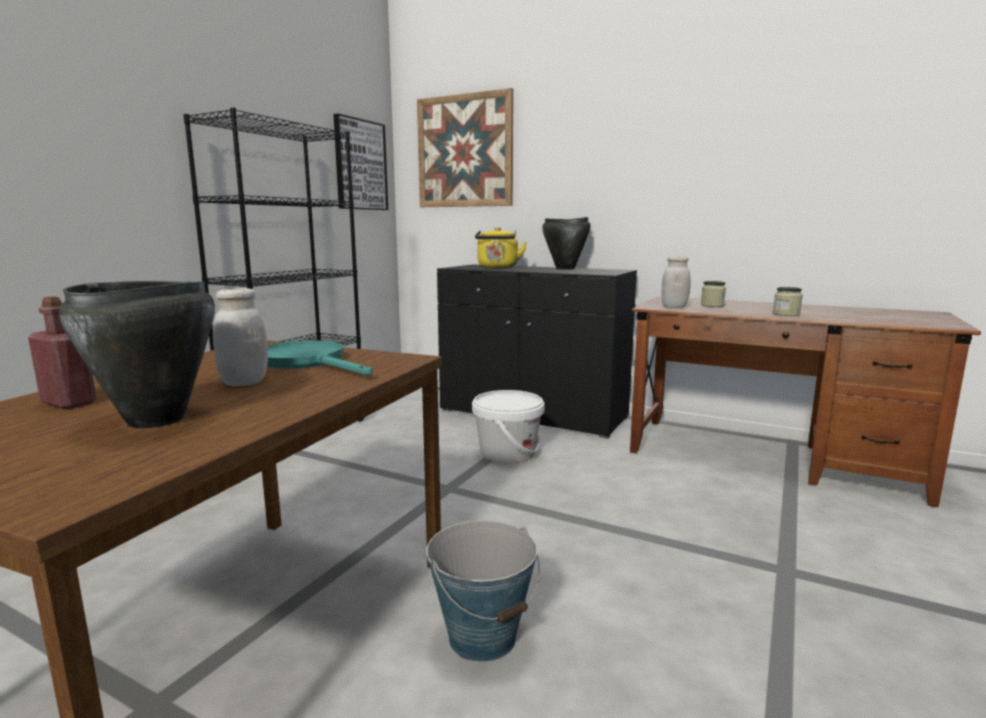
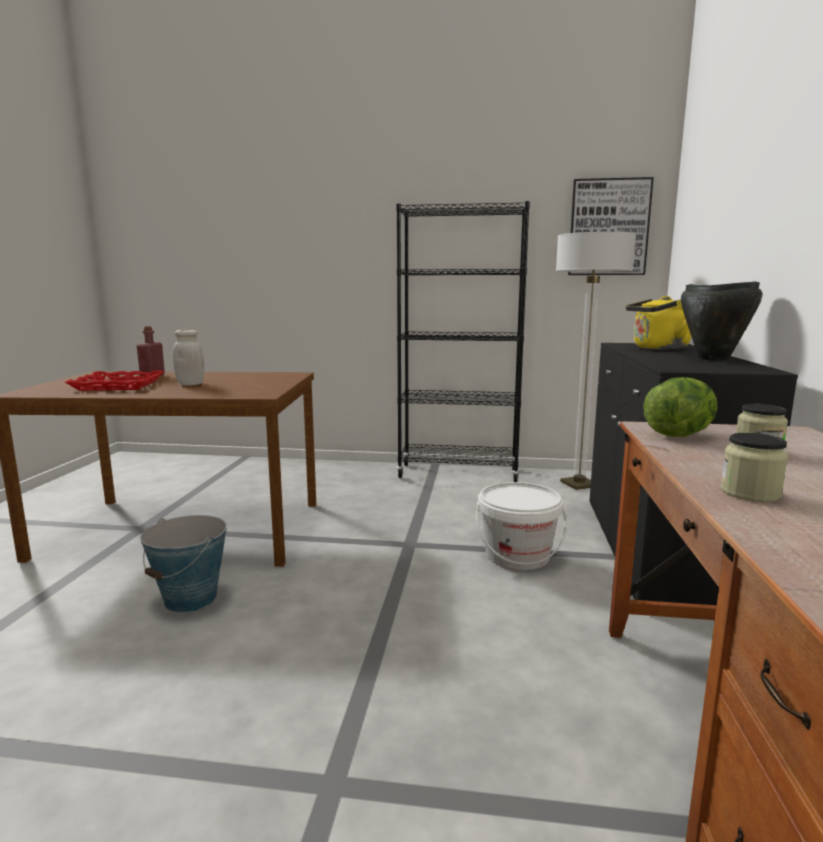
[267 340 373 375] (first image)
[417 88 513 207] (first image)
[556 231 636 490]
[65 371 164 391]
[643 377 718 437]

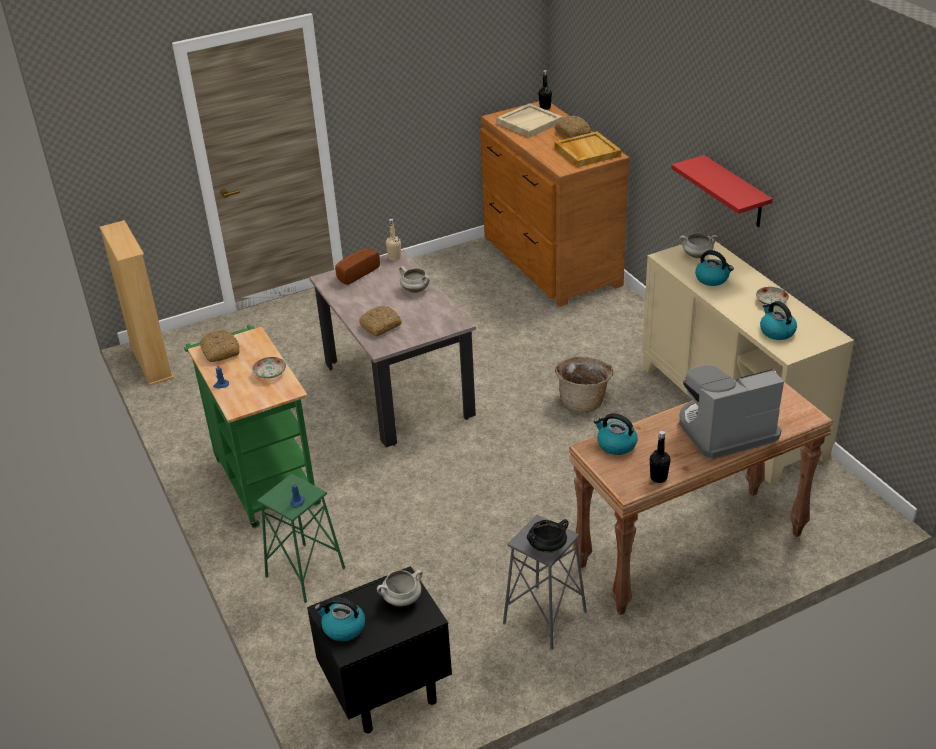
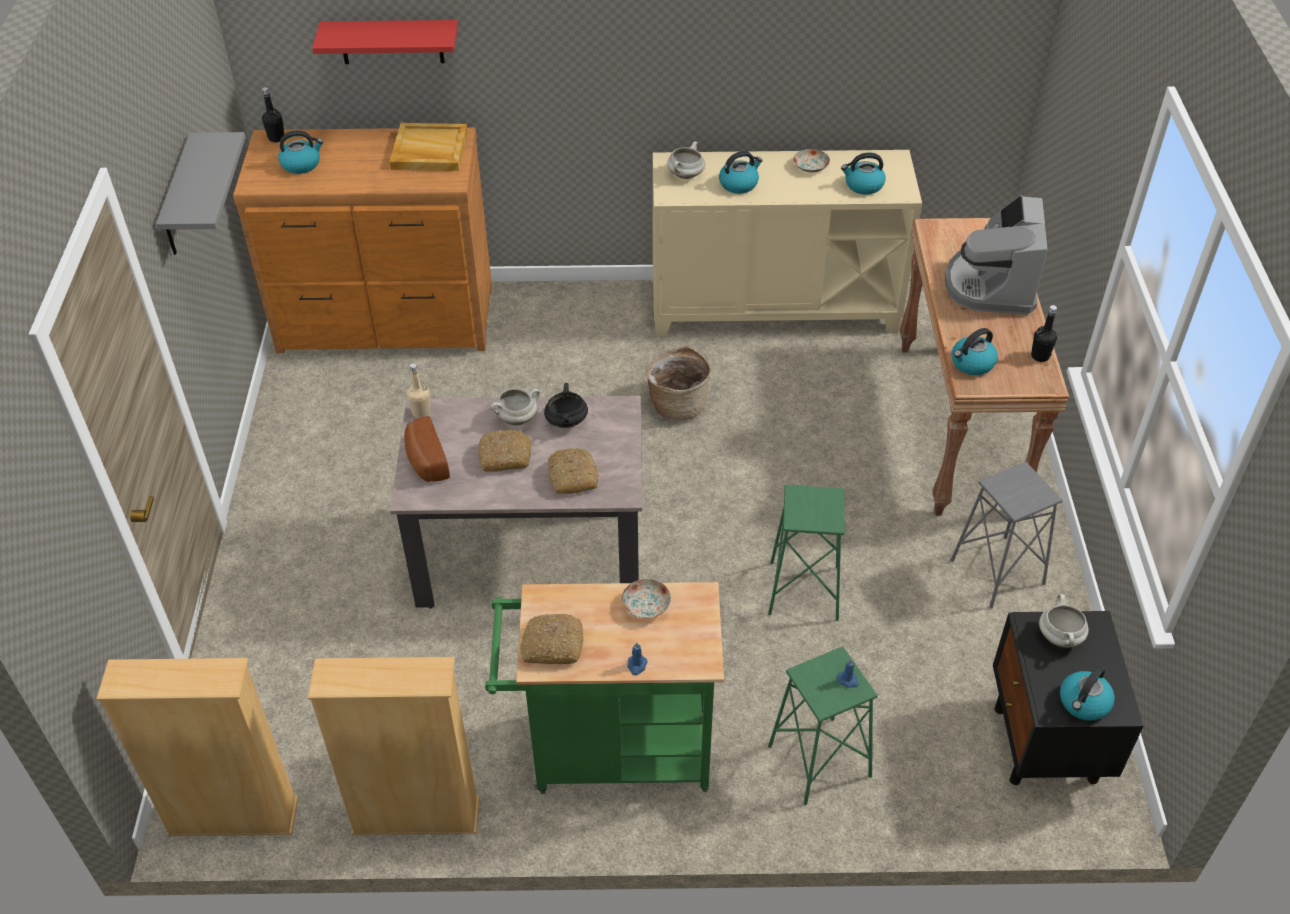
[156 132 246 255]
[308 657 479 835]
[768 485 845 621]
[544 383 588 428]
[478 430 532 472]
[312 20 458 64]
[278 130 323 174]

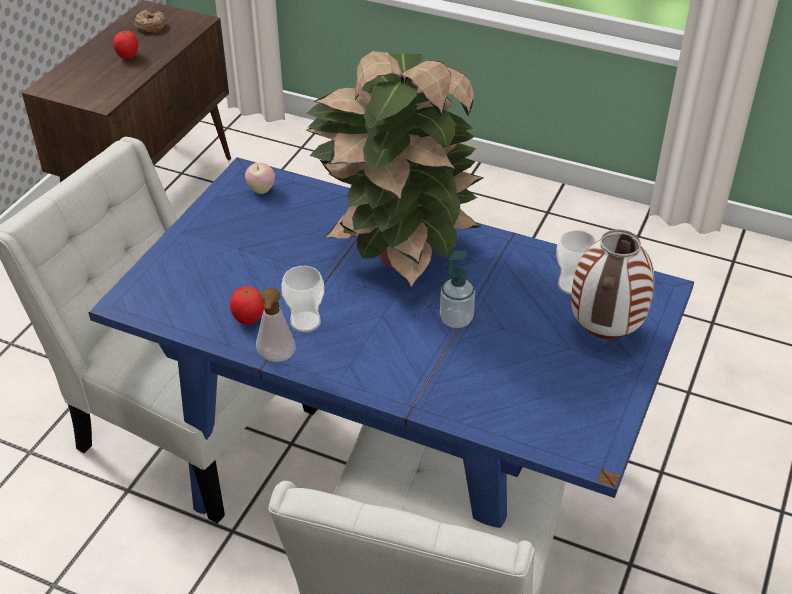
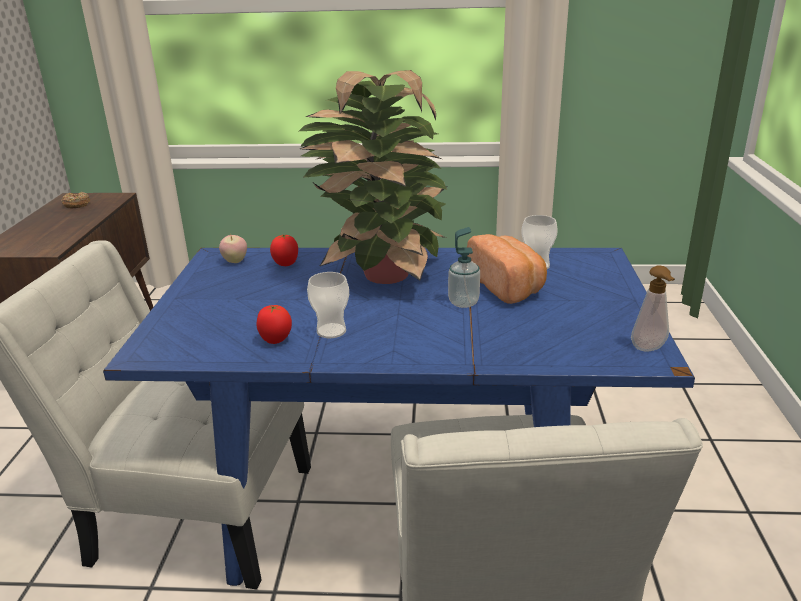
[571 230 654 339] (first image)
[467 234 547 304]
[270 234 298 266]
[631 266 675 351]

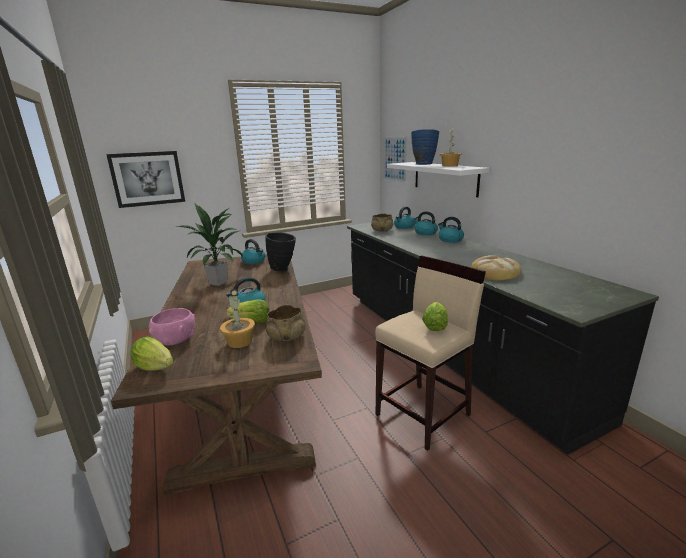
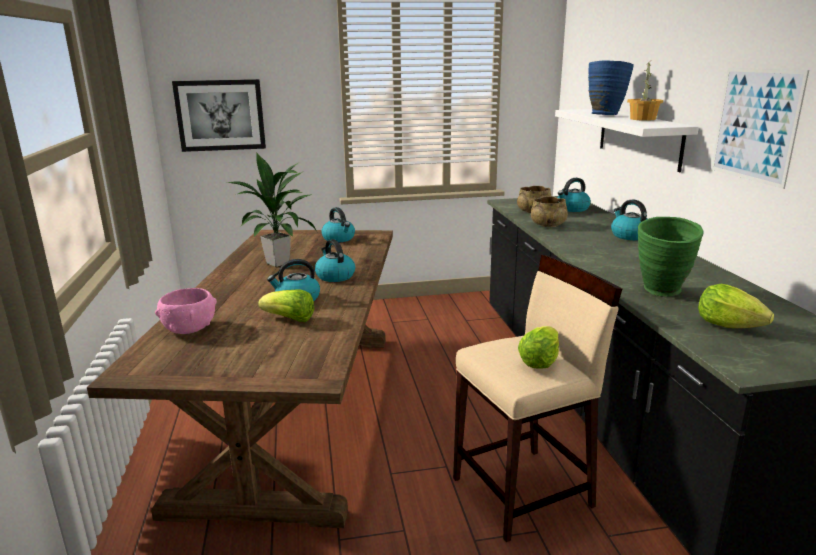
[220 289 255 348] (first image)
[265 232 296 272] (first image)
[698 284 774 328]
[531 196 568 227]
[711 68 809 189]
[315 239 355 282]
[638 217 703 297]

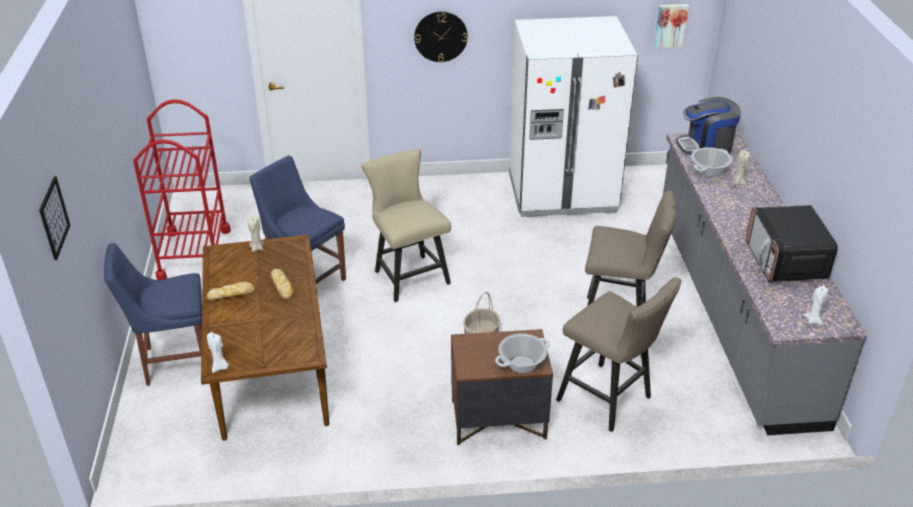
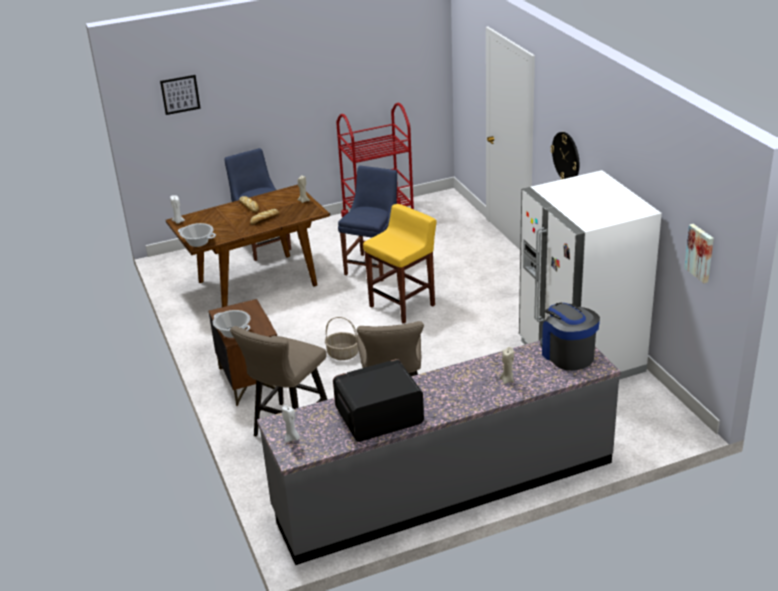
[178 223 216 247]
[363 204 437 324]

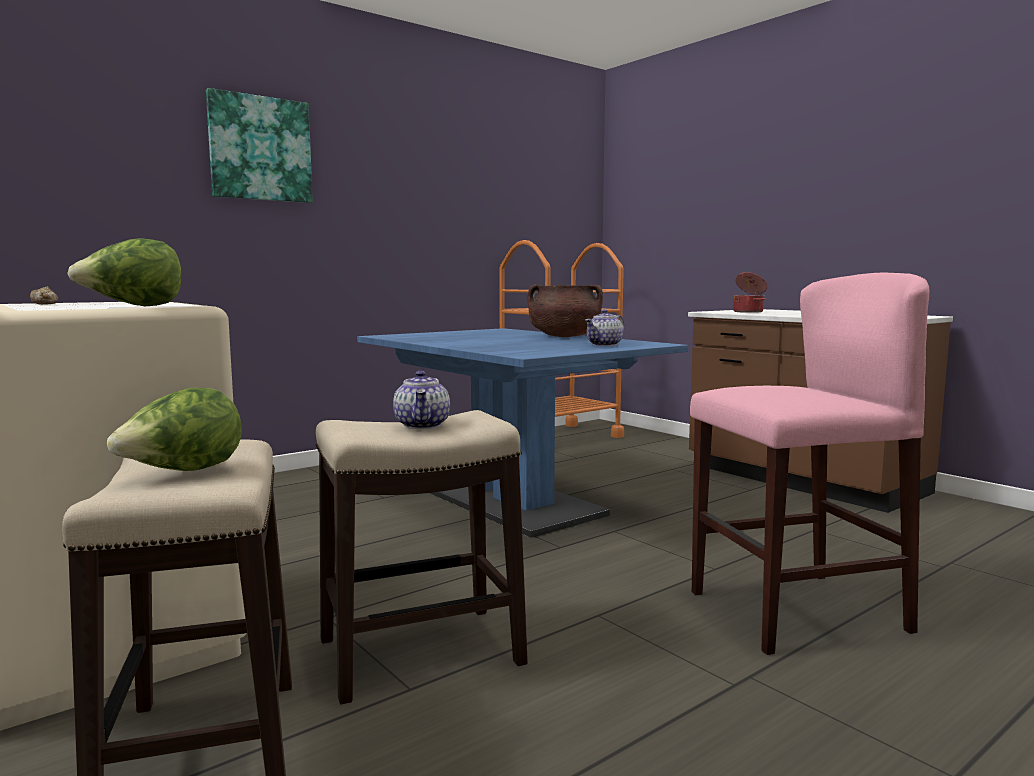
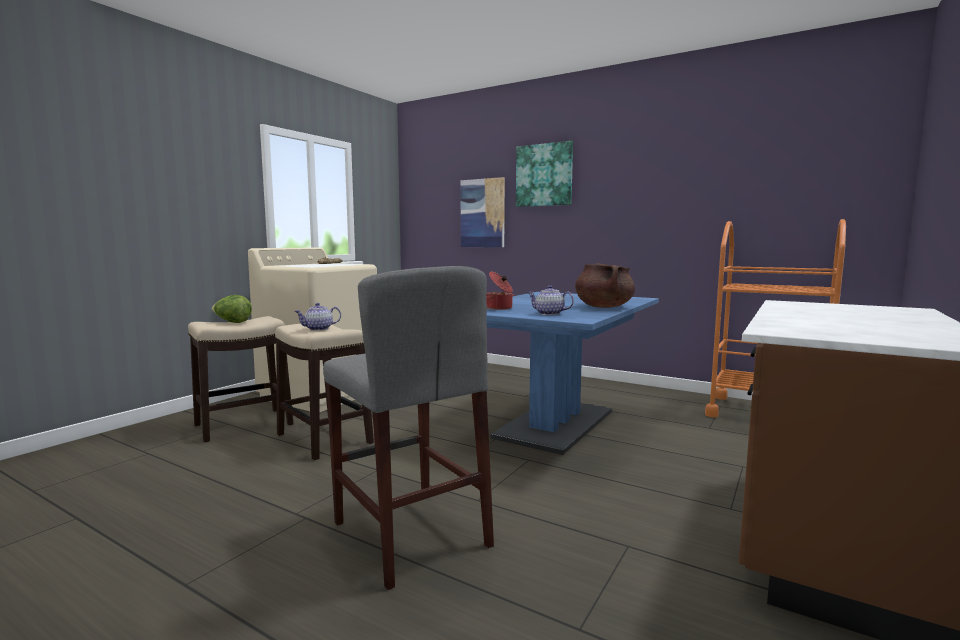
[67 238 182 306] (first image)
[460 177 505 247]
[486 272 515 310]
[323 266 494 590]

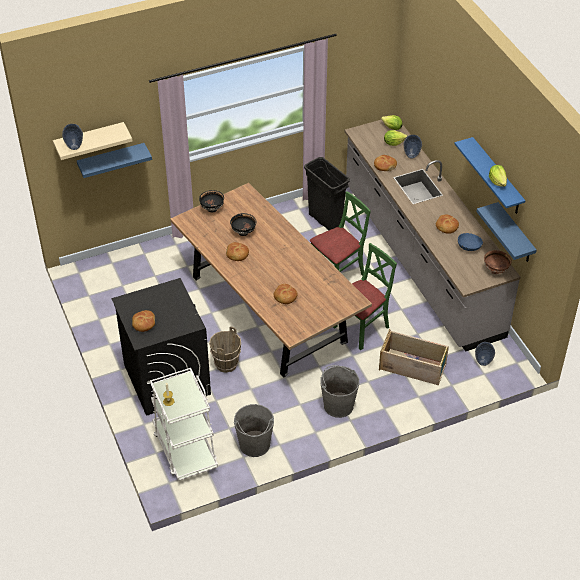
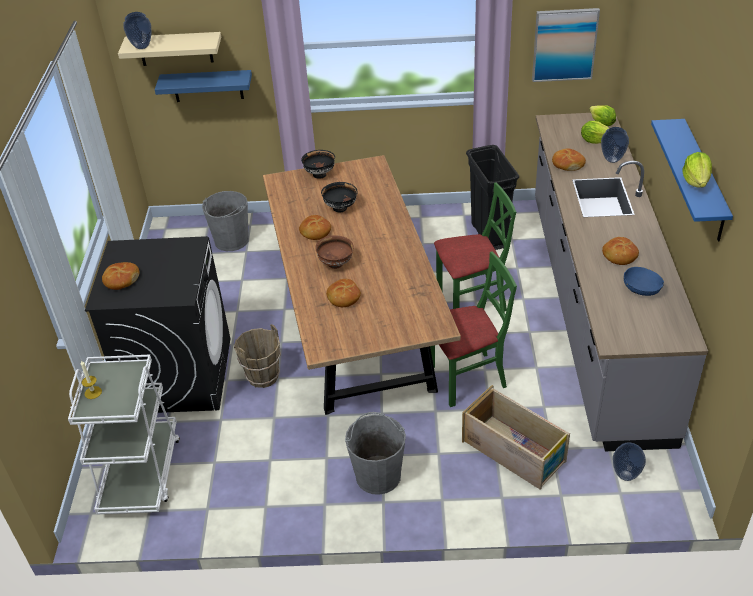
[477 202 537 262] (first image)
[532 8 600 82]
[202 191 249 251]
[315 235 354 269]

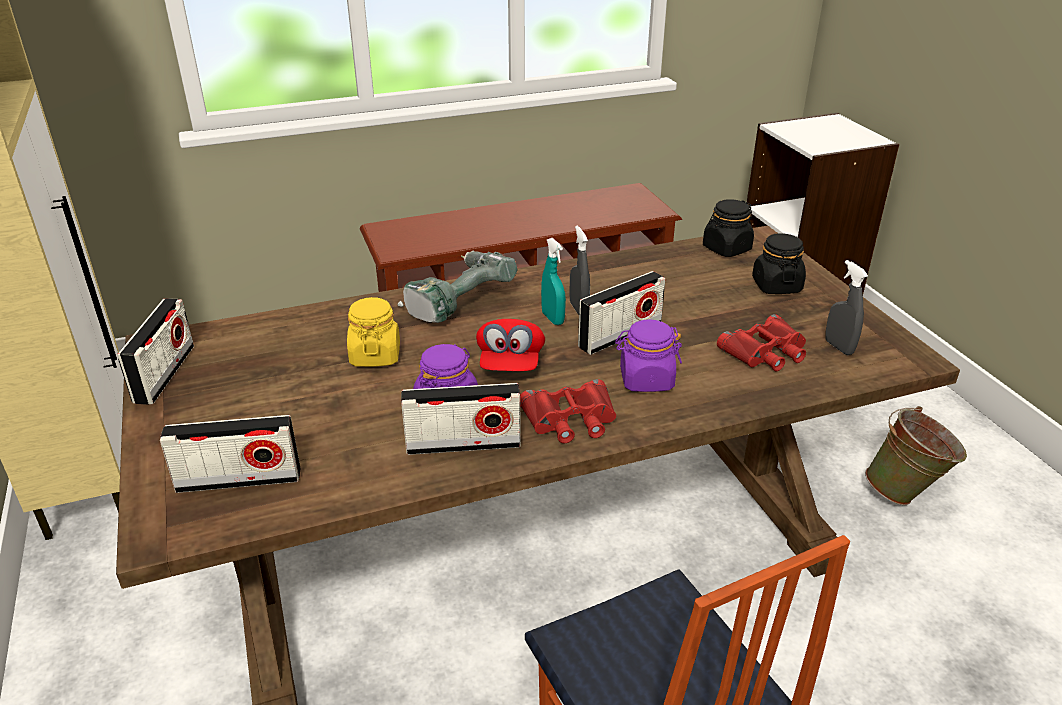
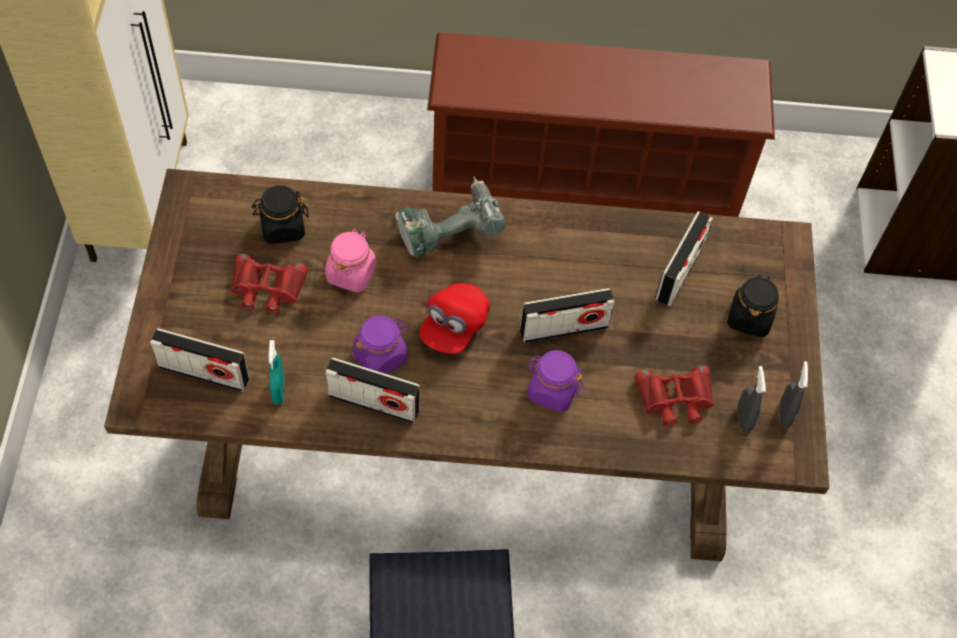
[865 406 967 505] (first image)
[655 211 713 306]
[230 254 308 314]
[268 340 284 405]
[780 361 808 428]
[252 185 309 244]
[325 229 376 293]

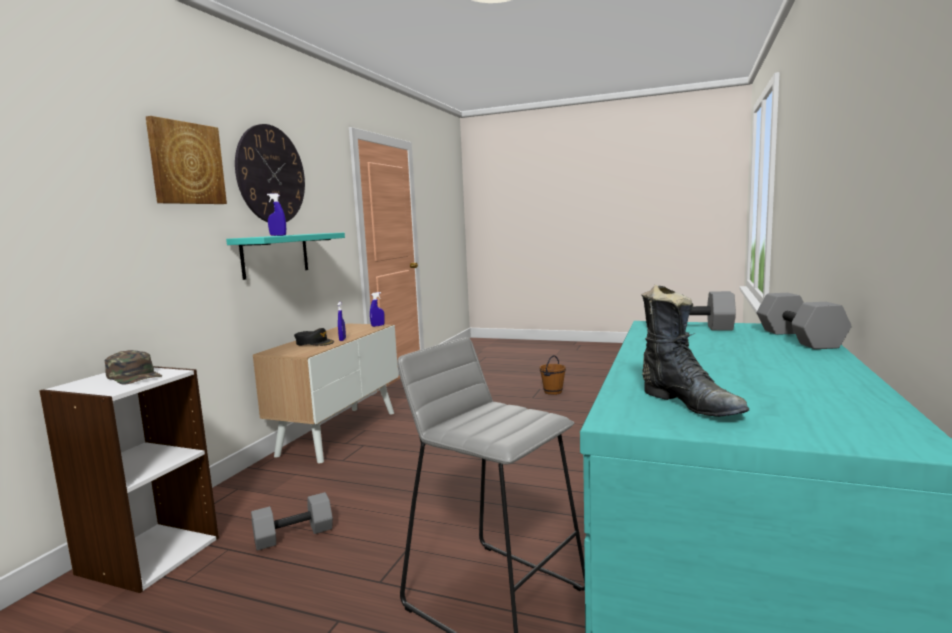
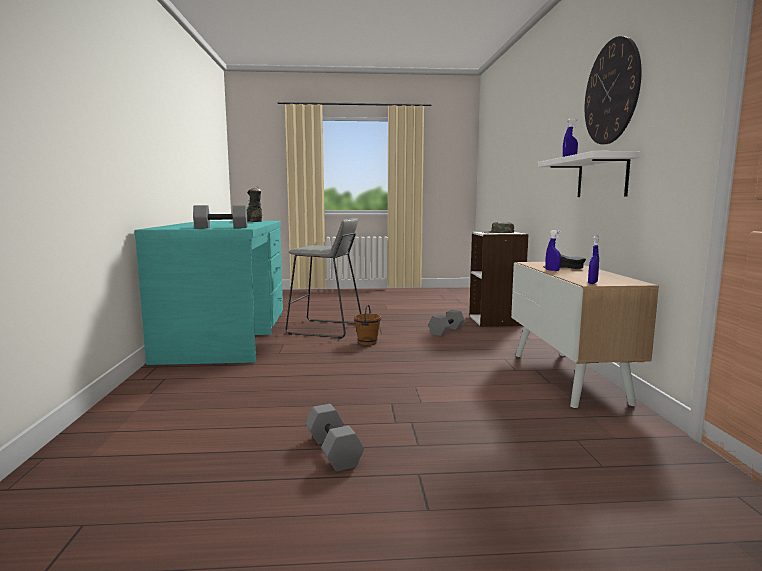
[146 116 227 204] (first image)
[354 304 381 345]
[305 404 364 472]
[538 151 640 197]

